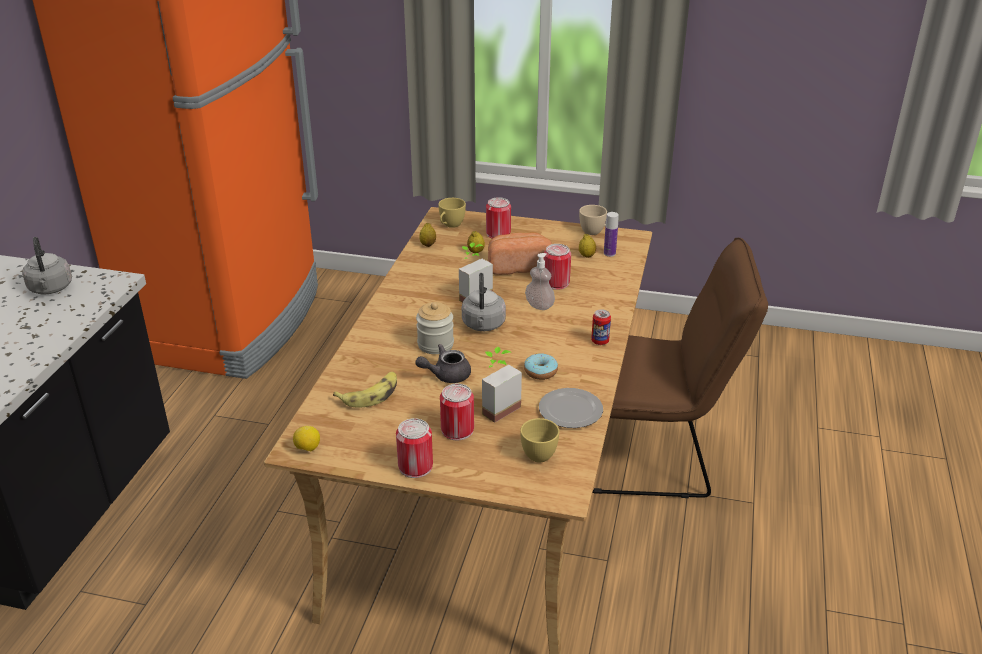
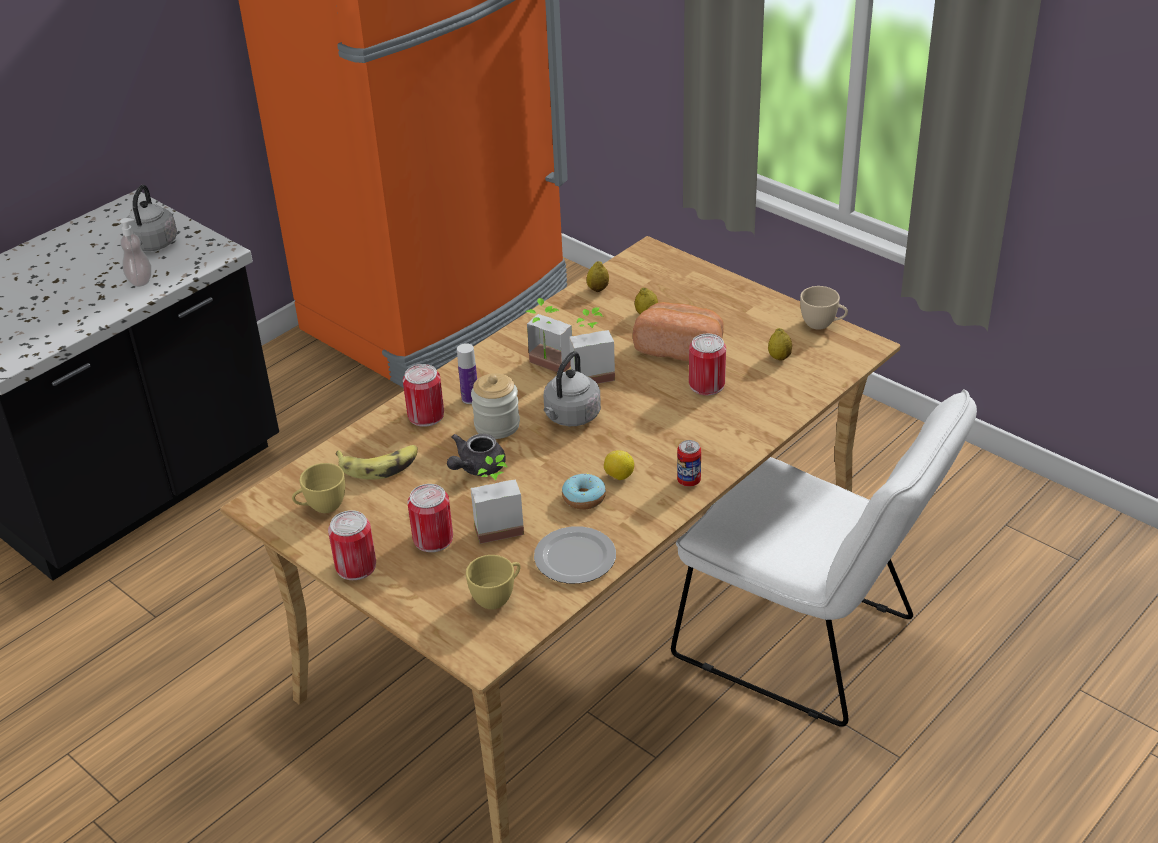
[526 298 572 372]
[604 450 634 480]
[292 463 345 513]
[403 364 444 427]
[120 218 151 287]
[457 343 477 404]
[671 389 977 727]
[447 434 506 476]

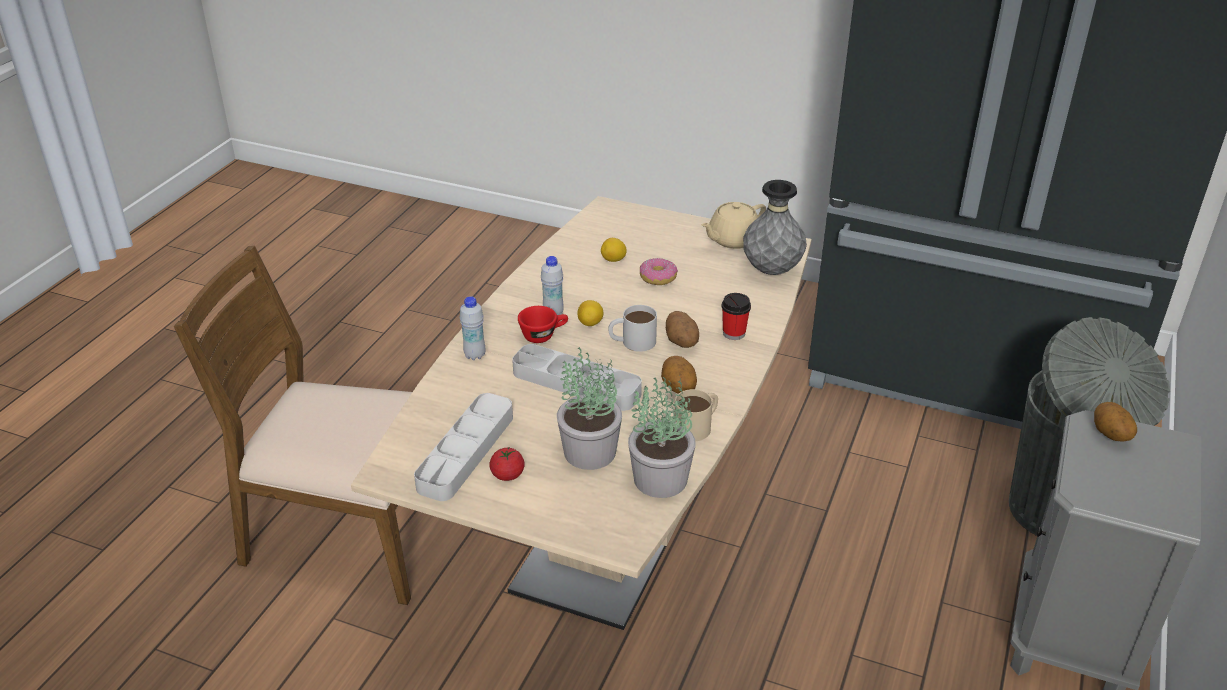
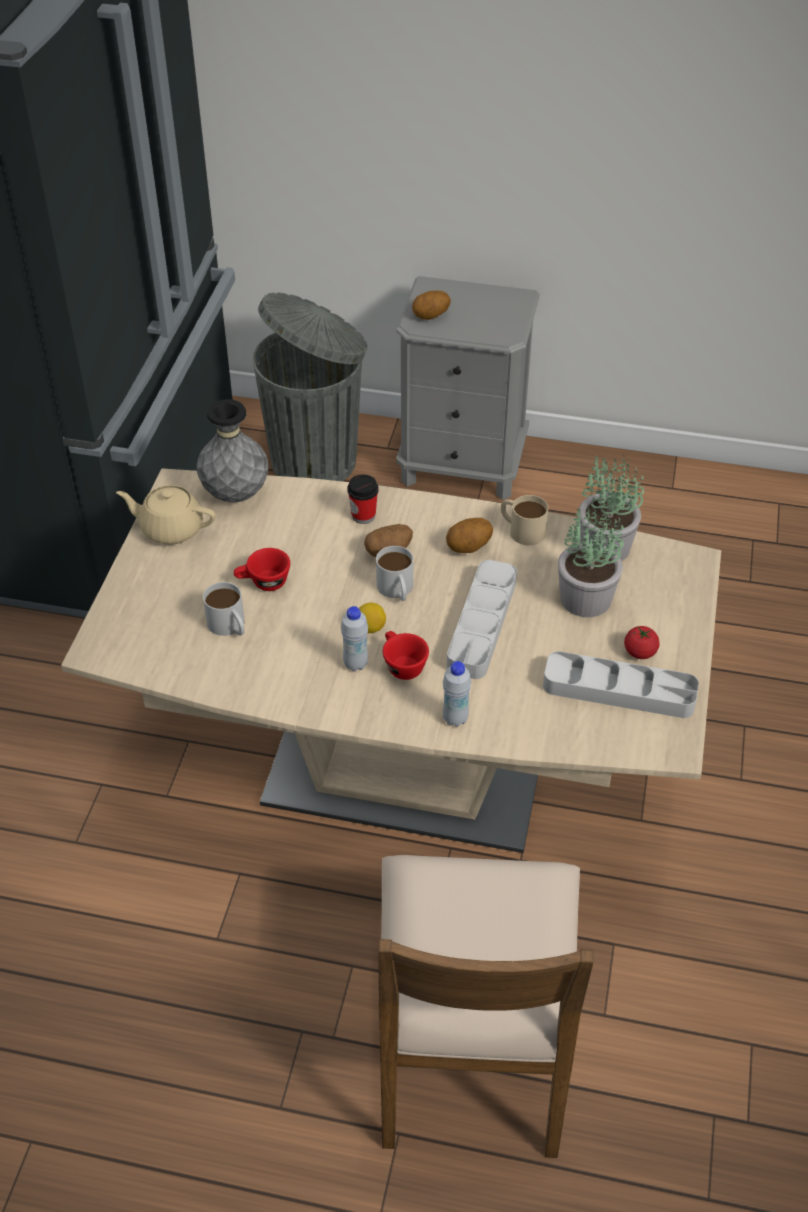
[203 582 245 636]
[234 548 290 591]
[116 485 216 545]

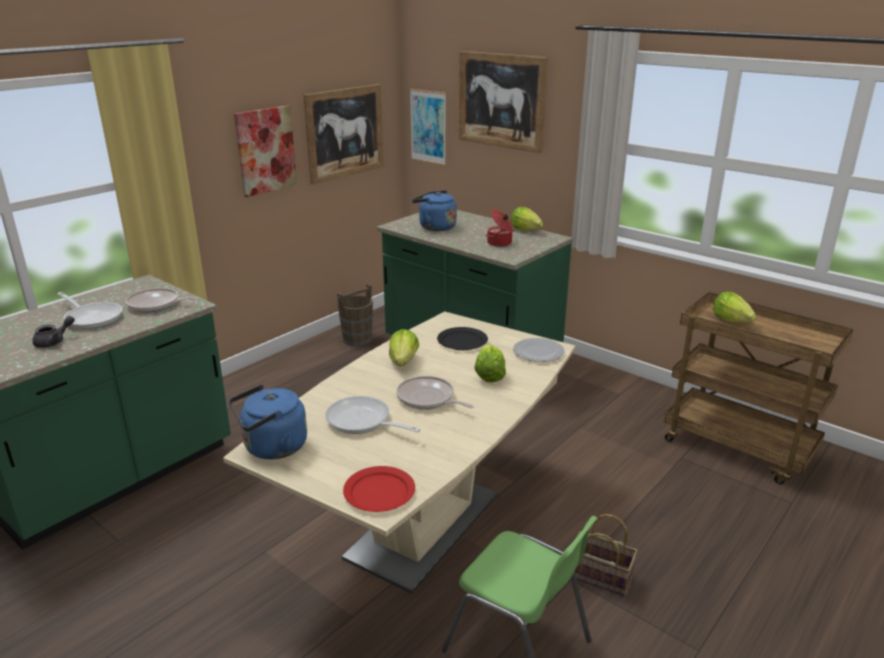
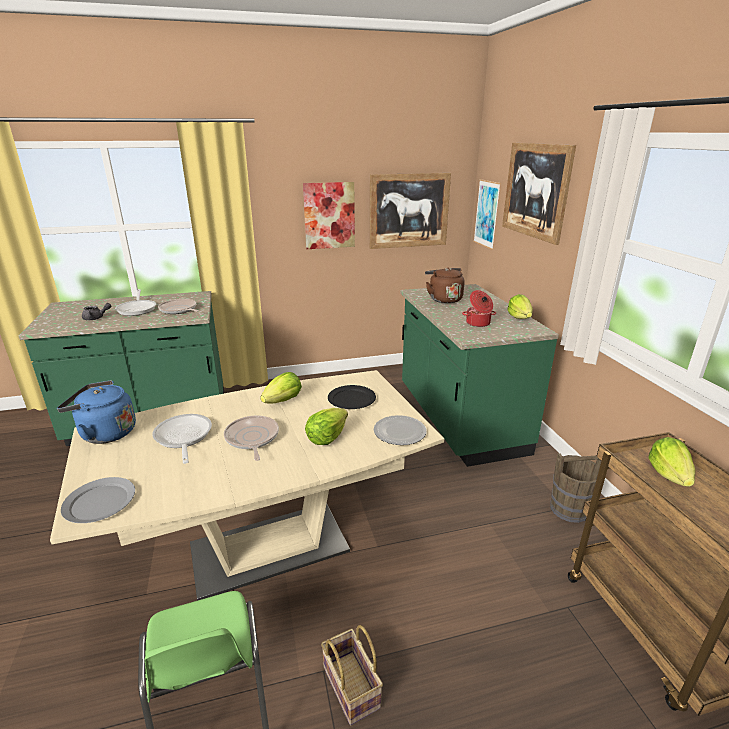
[550 453 601 523]
[61 477 135 523]
[425 268 465 303]

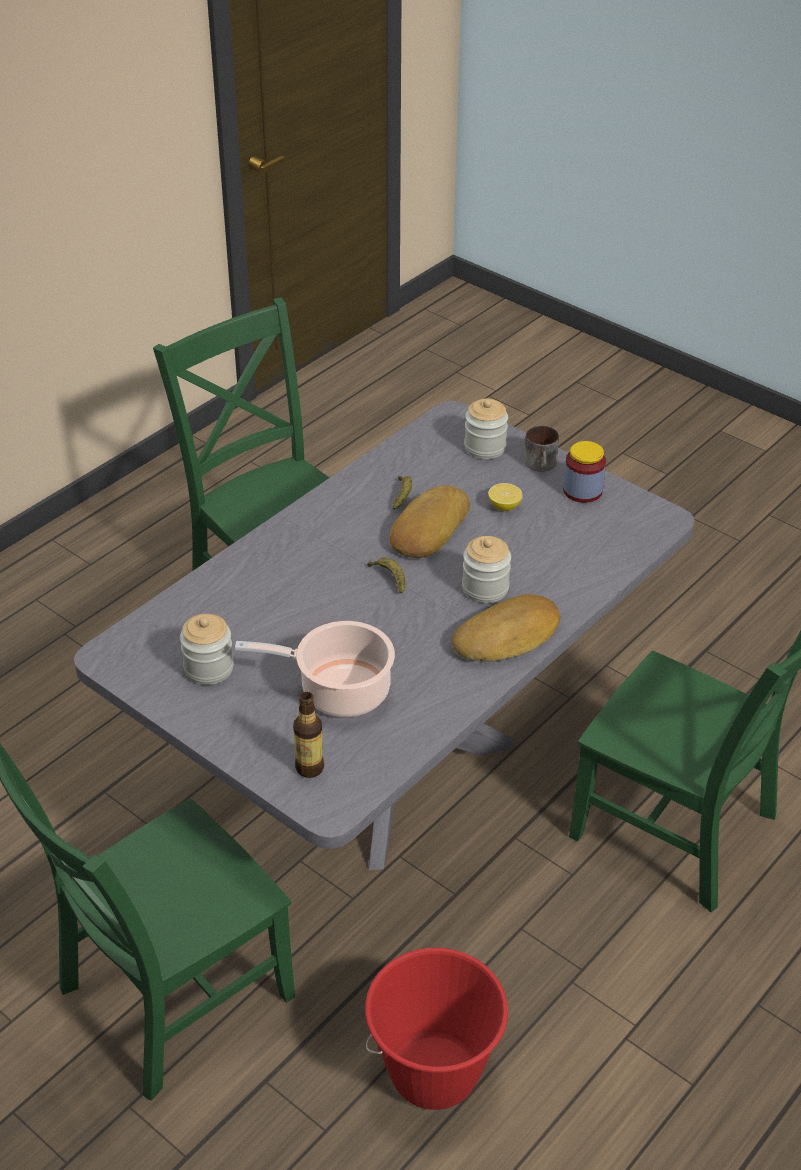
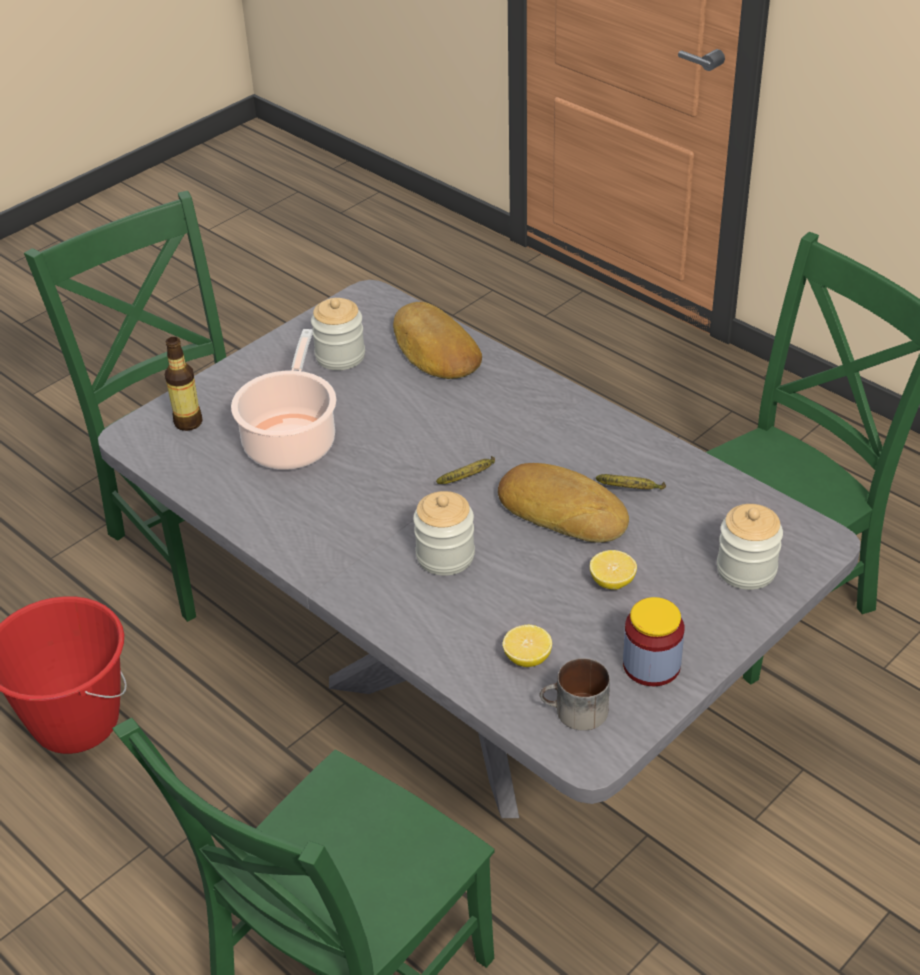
[503 625 552 667]
[393 302 482 379]
[539 658 610 731]

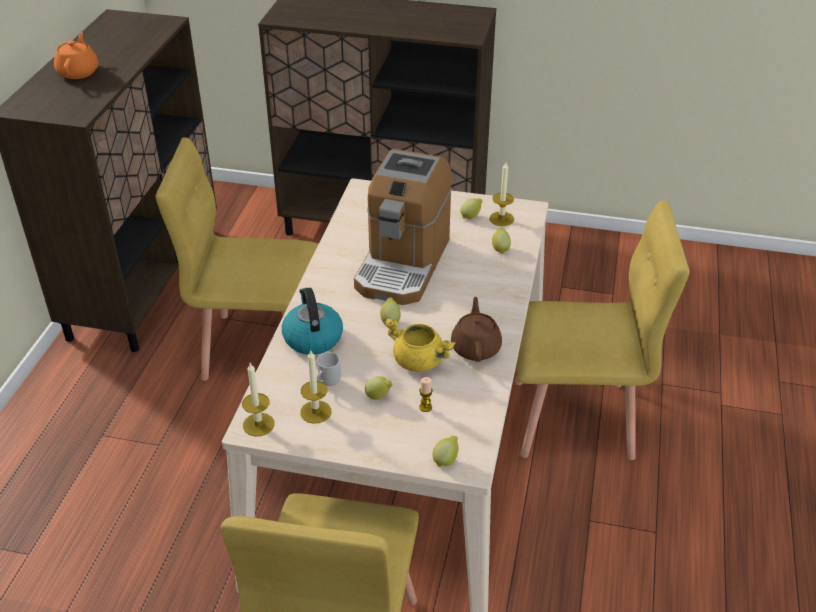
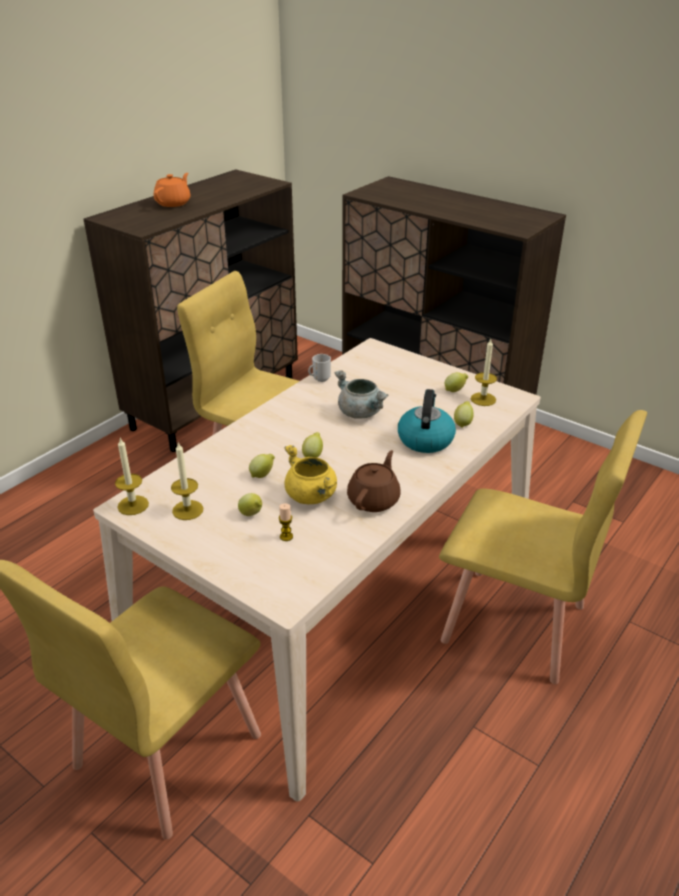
[398 389 456 453]
[308 354 331 382]
[249 454 275 478]
[334 370 388 419]

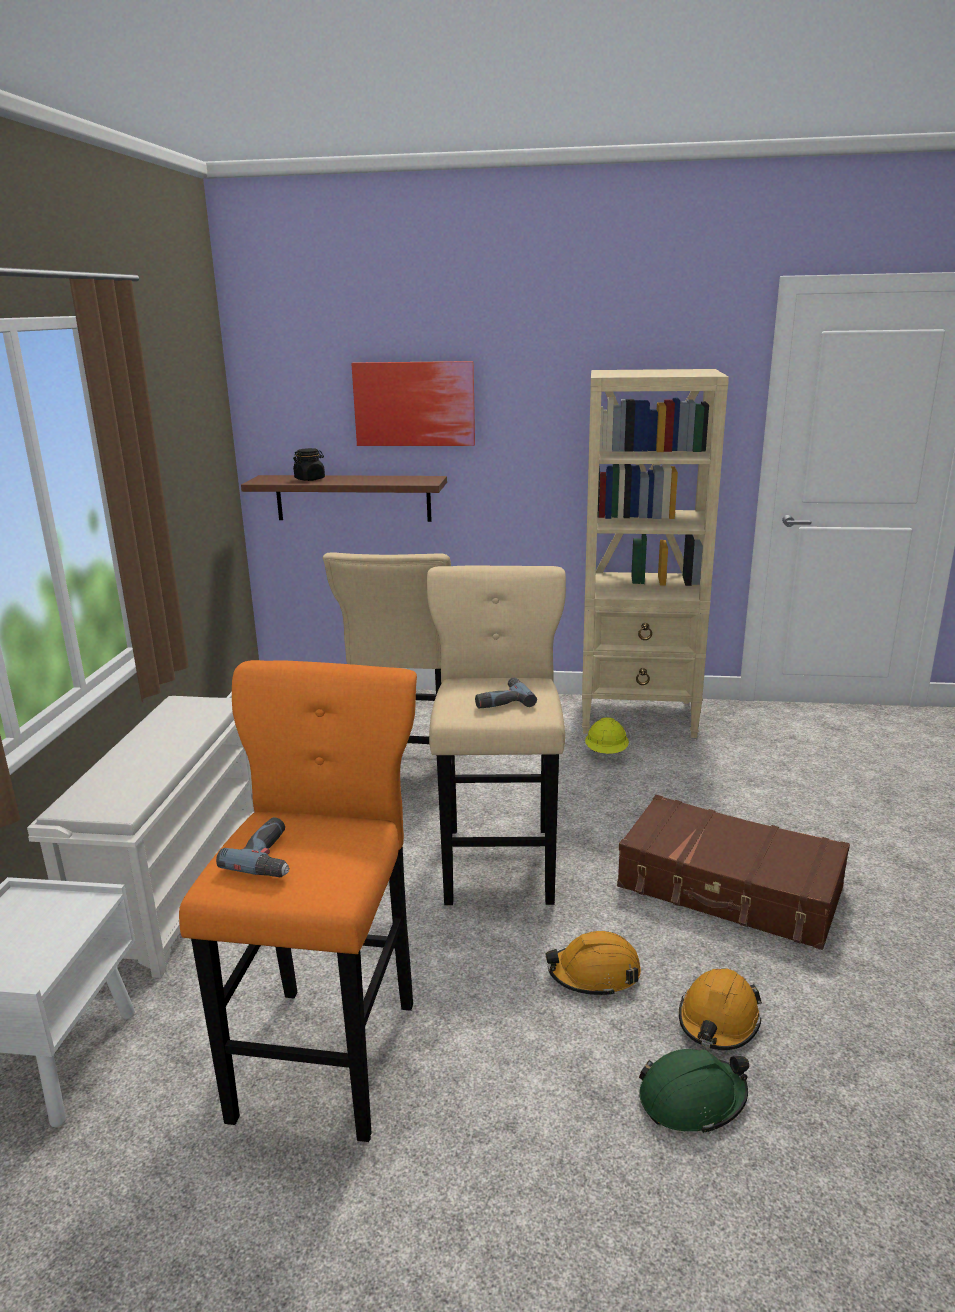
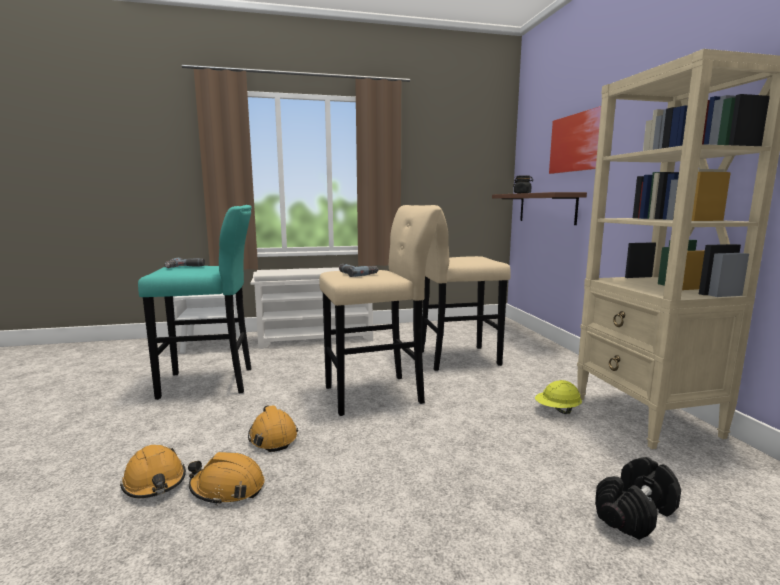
[617 795 850 950] (first image)
[595 457 681 540]
[138 205 252 400]
[120 445 186 498]

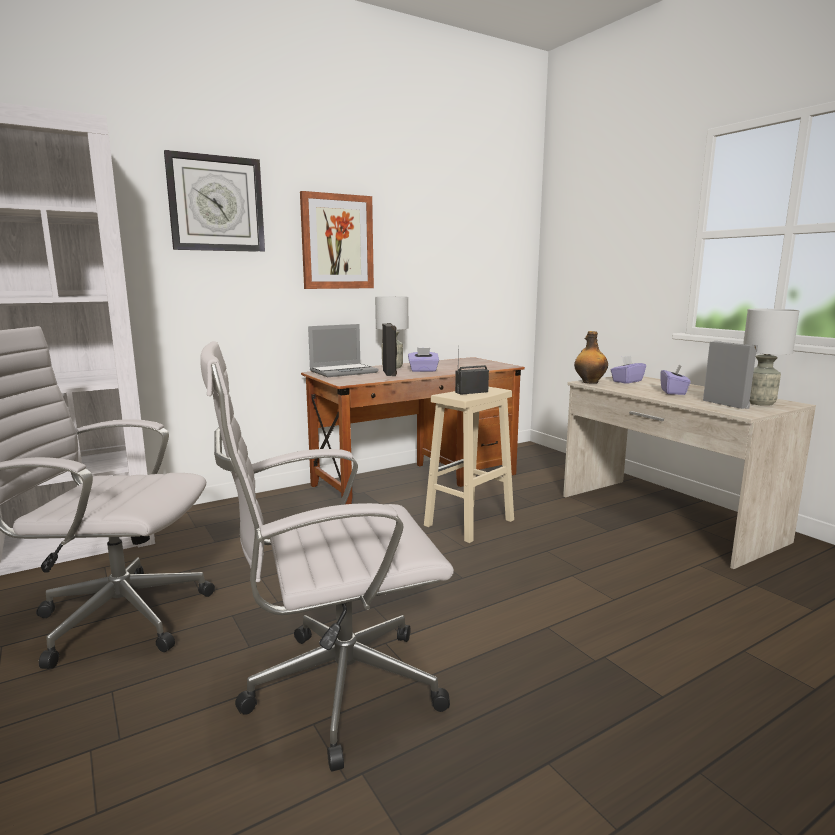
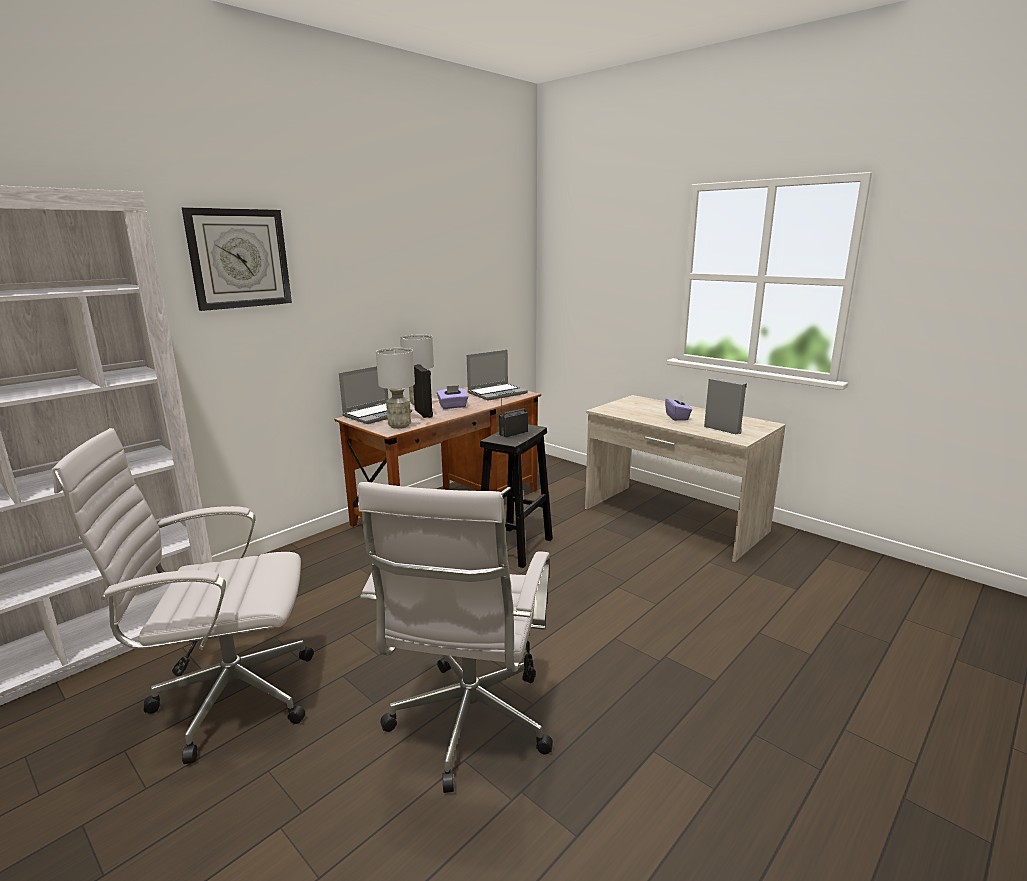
[300 191 374 289] (first image)
[574 331 608 384] (first image)
[610 356 646 384] (first image)
[467 350 528 401]
[376 348 415 429]
[480 425 553 568]
[358 482 553 793]

